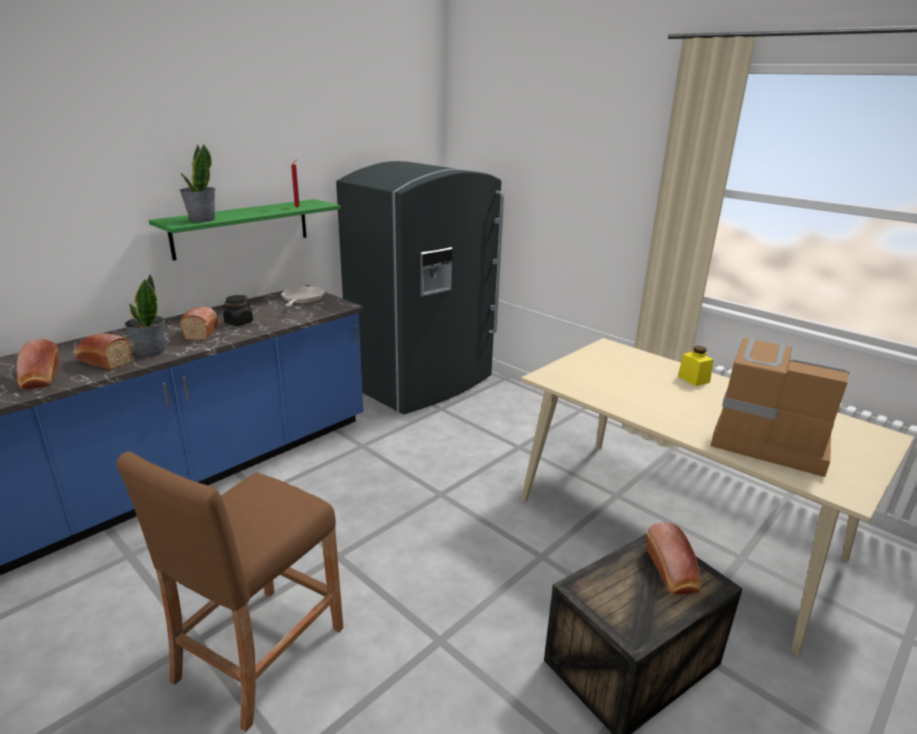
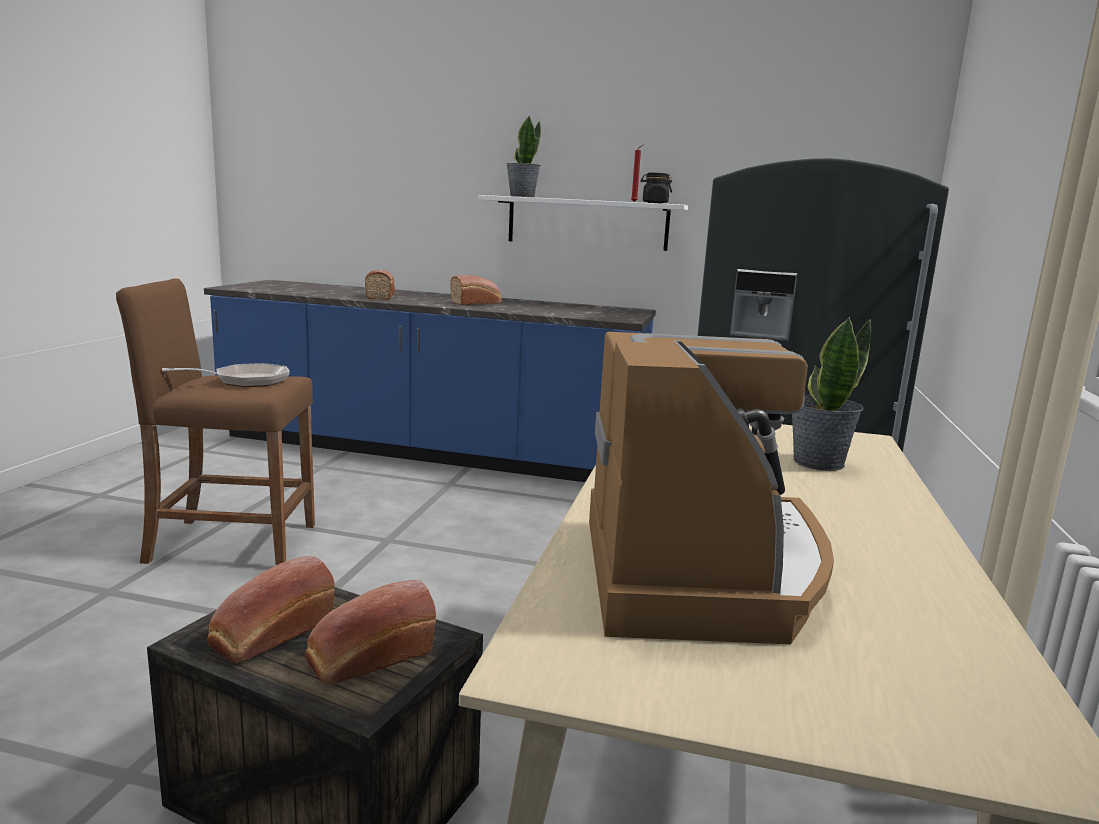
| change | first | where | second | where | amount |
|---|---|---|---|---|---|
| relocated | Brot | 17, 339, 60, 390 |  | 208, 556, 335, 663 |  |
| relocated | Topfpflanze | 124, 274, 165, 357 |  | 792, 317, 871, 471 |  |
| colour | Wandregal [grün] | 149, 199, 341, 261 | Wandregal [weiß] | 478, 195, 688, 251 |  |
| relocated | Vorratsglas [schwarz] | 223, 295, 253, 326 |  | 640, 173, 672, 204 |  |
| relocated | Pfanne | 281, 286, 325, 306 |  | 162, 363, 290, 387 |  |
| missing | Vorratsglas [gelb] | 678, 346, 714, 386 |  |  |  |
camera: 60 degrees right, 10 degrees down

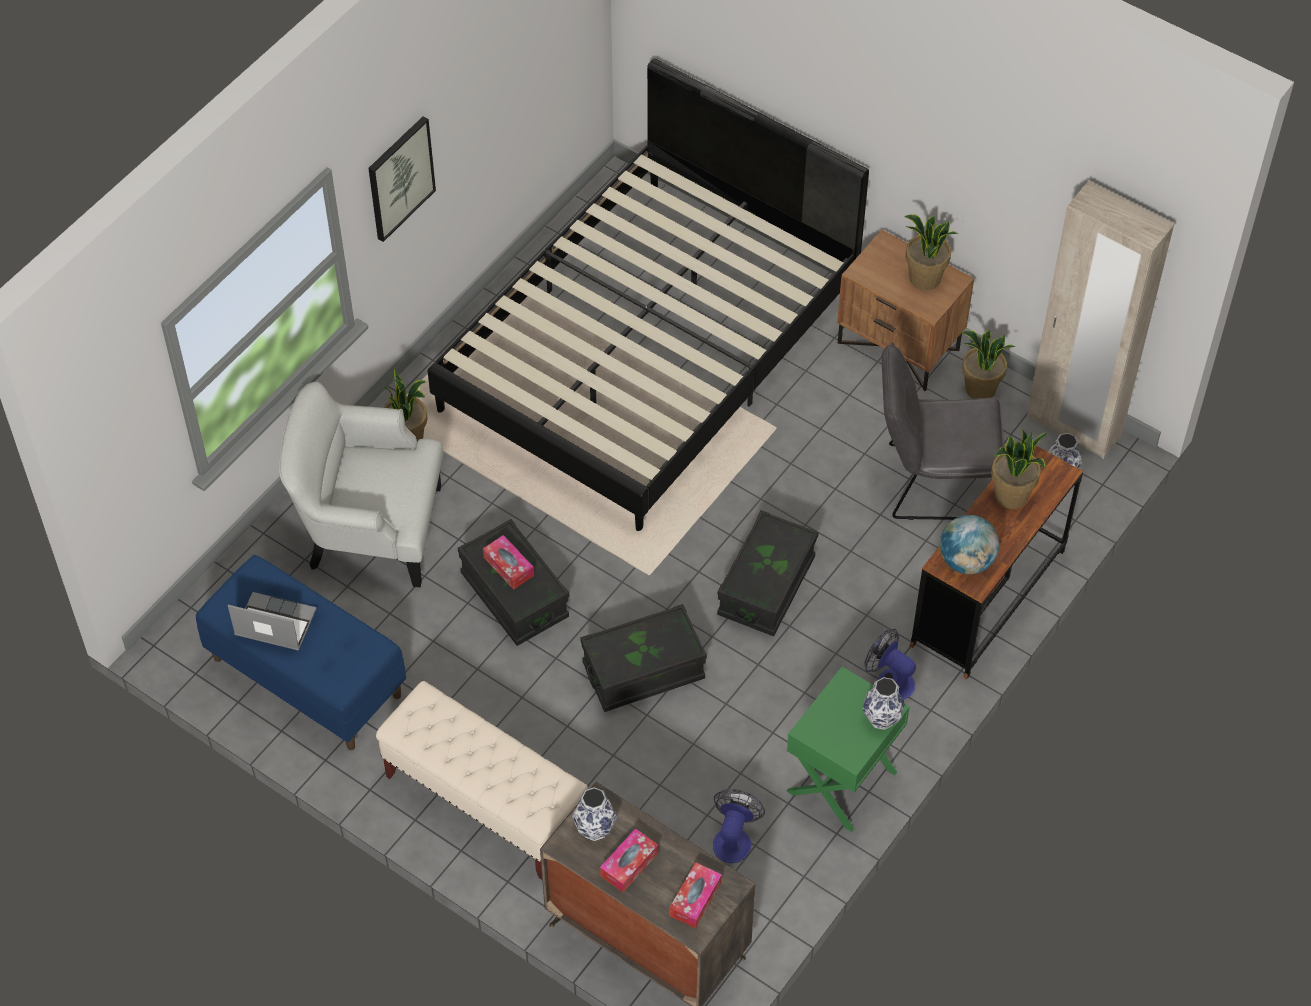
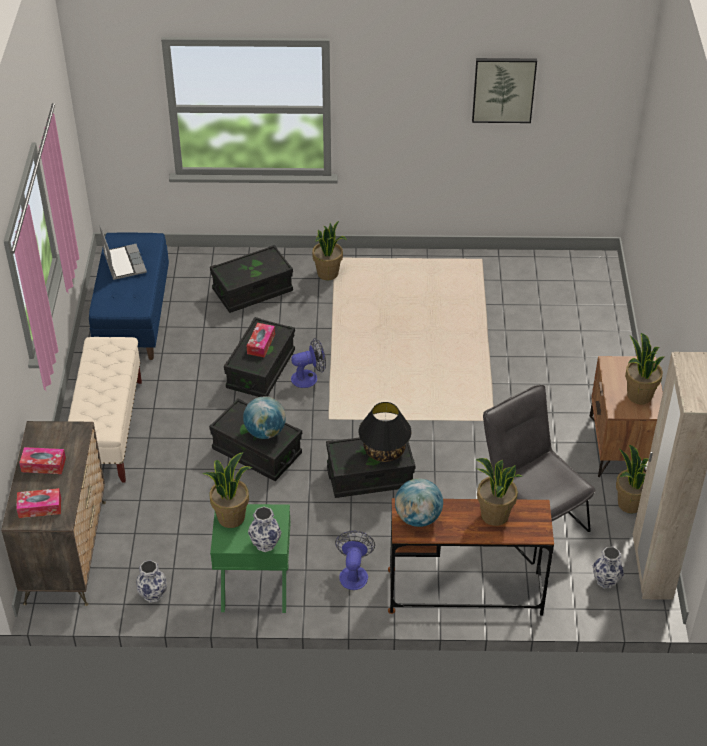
| change | first | where | second | where | amount |
|---|---|---|---|---|---|
| exchanged | Sessel [weiß] | 279, 382, 444, 587 | Aufbewahrungsbox [schwarz] | 210, 245, 293, 313 |  |
| relocated | Bild | 368, 116, 436, 242 |  | 472, 58, 537, 123 |  |
| missing | Bett [schwarz] | 428, 58, 869, 531 |  |  |  |
| relocated | Vase | 572, 787, 617, 841 |  | 136, 560, 167, 603 |  |
| relocated | Ventilator | 713, 789, 765, 863 |  | 291, 338, 326, 388 |  |
| appeared |  |  | Topfpflanze | 202, 452, 253, 528 |  |
| appeared |  |  | Globus | 243, 396, 286, 439 |  |
| appeared |  |  | Tischlampe [schwarz] | 359, 402, 412, 462 |  |
camera: 55 degrees right, 10 degrees down

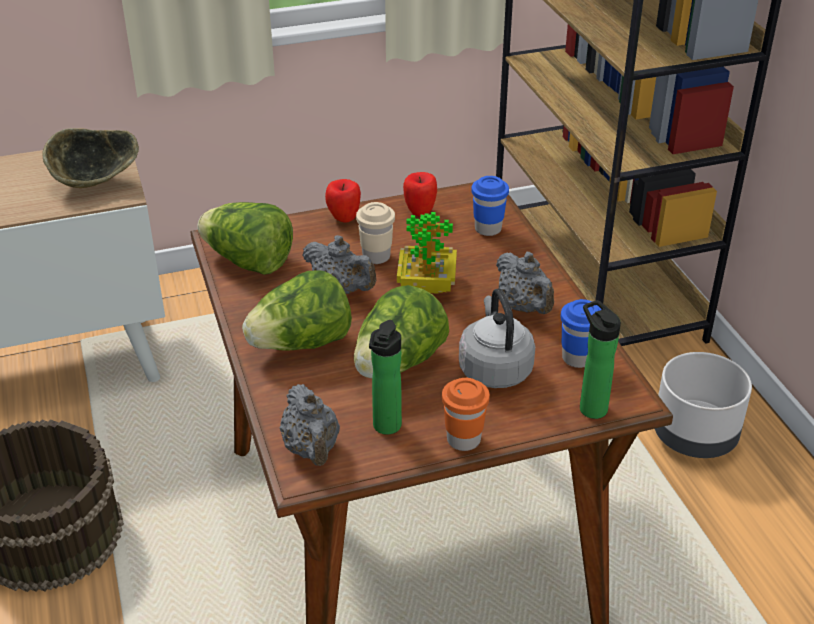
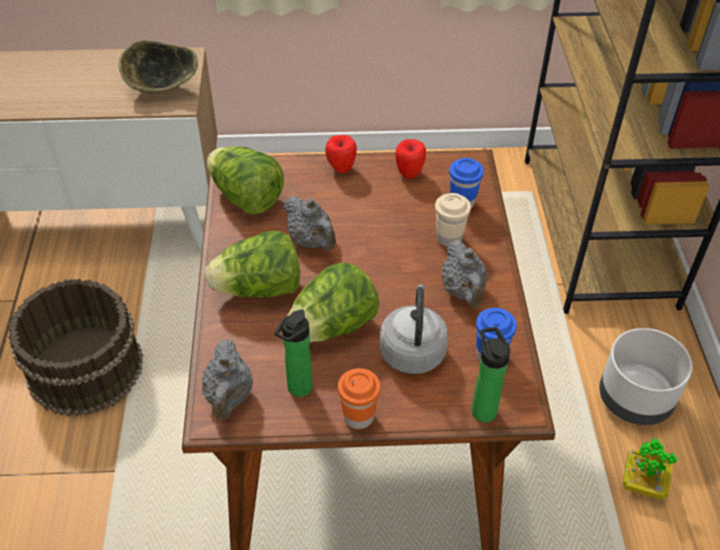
| change | first | where | second | where | amount |
|---|---|---|---|---|---|
| relocated | Tasse [beige] | 356, 202, 395, 264 |  | 435, 193, 471, 247 |  |
| relocated | Topfpflanze | 397, 212, 457, 294 |  | 622, 438, 677, 500 |  |
camera: 15 degrees right, 10 degrees up

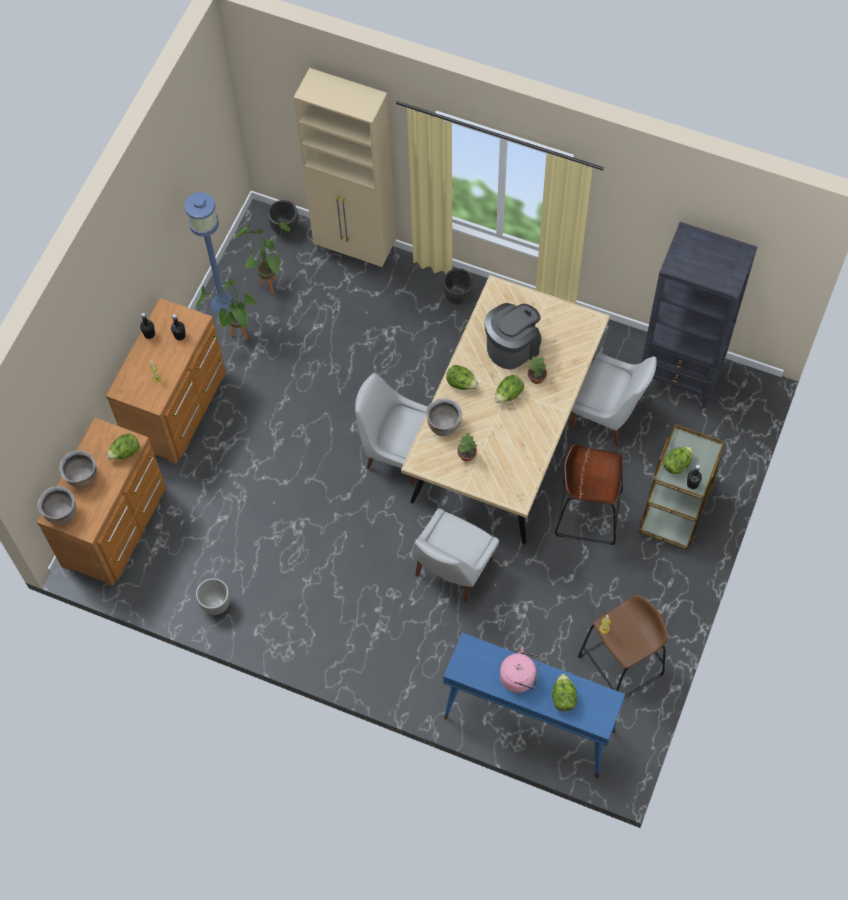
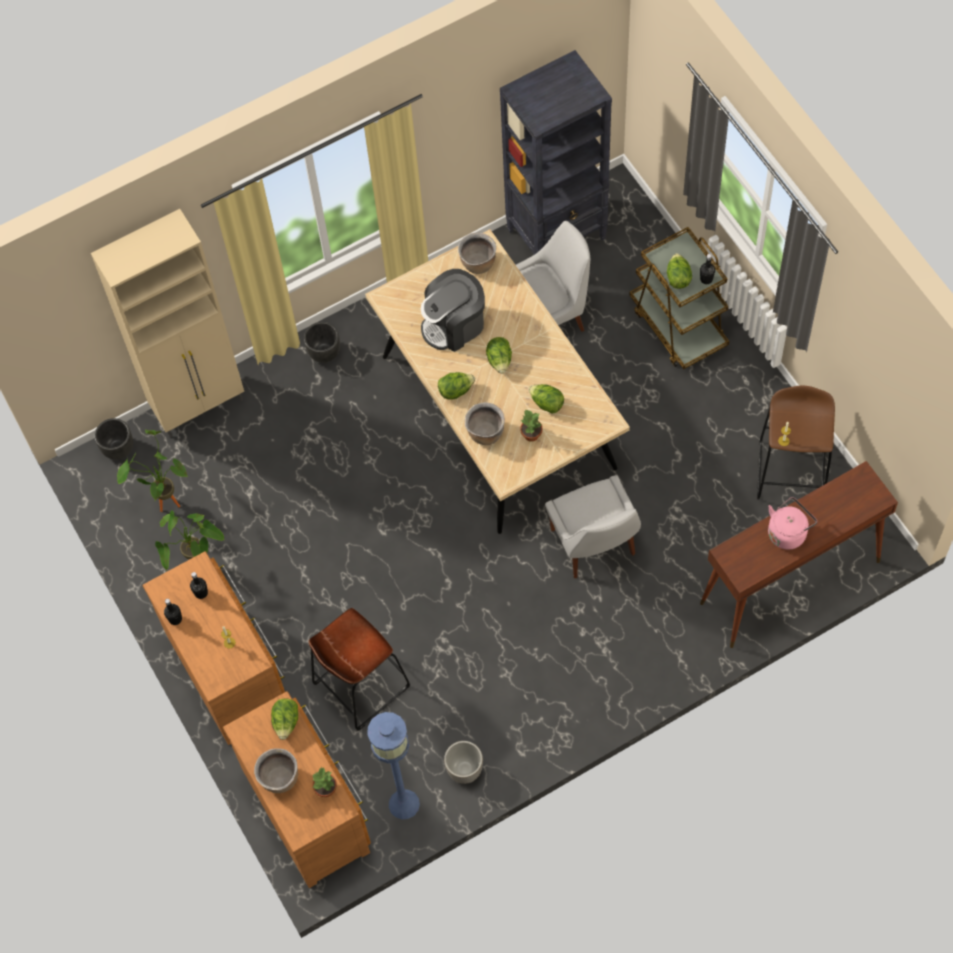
| change | first | where | second | where | amount |
|---|---|---|---|---|---|
| relocated | Kochtopf [braun] | 38, 486, 76, 525 |  | 458, 233, 496, 274 |  |
| relocated | Stehlampe [blau] | 184, 192, 235, 314 |  | 367, 712, 420, 819 |  |
| missing | Stuhl [weiß] | 355, 373, 428, 485 |  |  |  |
| colour | Konsolentisch [blau] | 443, 633, 625, 778 | Konsolentisch [braun] | 700, 461, 898, 648 |  |
| spun | Kaffeemaschine | 484, 303, 542, 370 |  | 421, 269, 485, 352 | 120 degrees counterclockwise |
| relocated | Topfpflanze | 528, 356, 547, 384 |  | 312, 767, 337, 797 |  |
| relocated | Salatkopf | 552, 674, 577, 711 |  | 528, 384, 564, 413 |  |
| relocated | Hocker [braun] | 555, 444, 623, 545 |  | 309, 608, 410, 731 |  |
camera: 50 degrees left, 0 degrees up

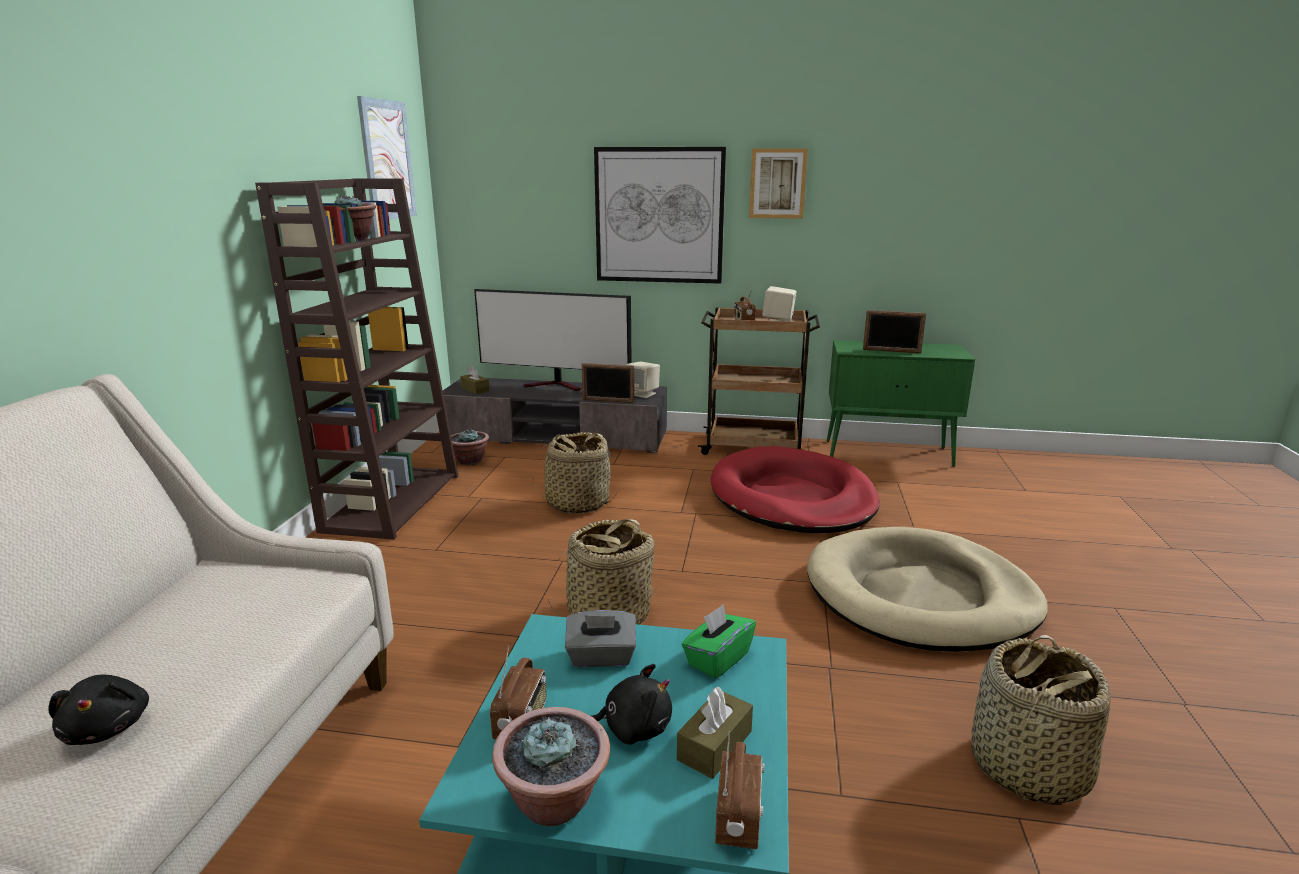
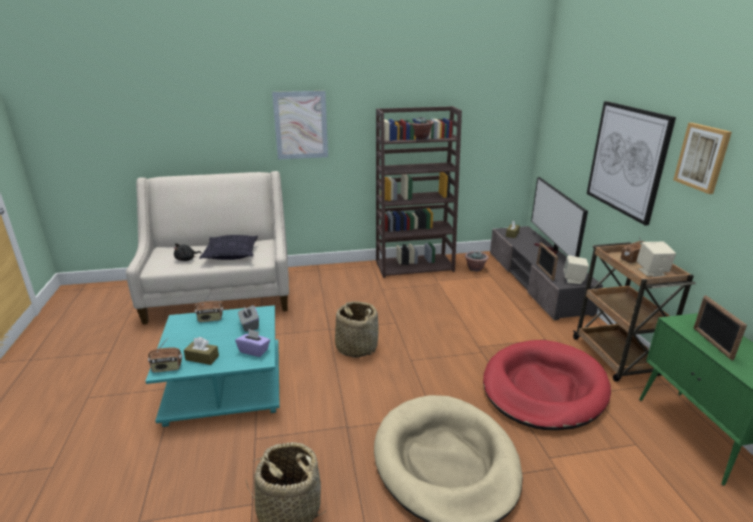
| change | first | where | second | where | amount |
|---|---|---|---|---|---|
| relocated | Bild | 357, 96, 417, 220 |  | 272, 91, 328, 160 |  |
| missing | Topfpflanze | 492, 707, 610, 826 |  |  |  |
| missing | Korb | 532, 432, 618, 514 |  |  |  |
| missing | Plüschtier [schwarz] | 592, 664, 672, 745 |  |  |  |
| colour | Taschentuchbox [grün] | 682, 604, 756, 679 | Taschentuchbox [lila] | 235, 329, 270, 357 |  |
| appeared |  |  | Kissen | 199, 235, 258, 260 |  |
camera: 70 degrees right, 5 degrees up

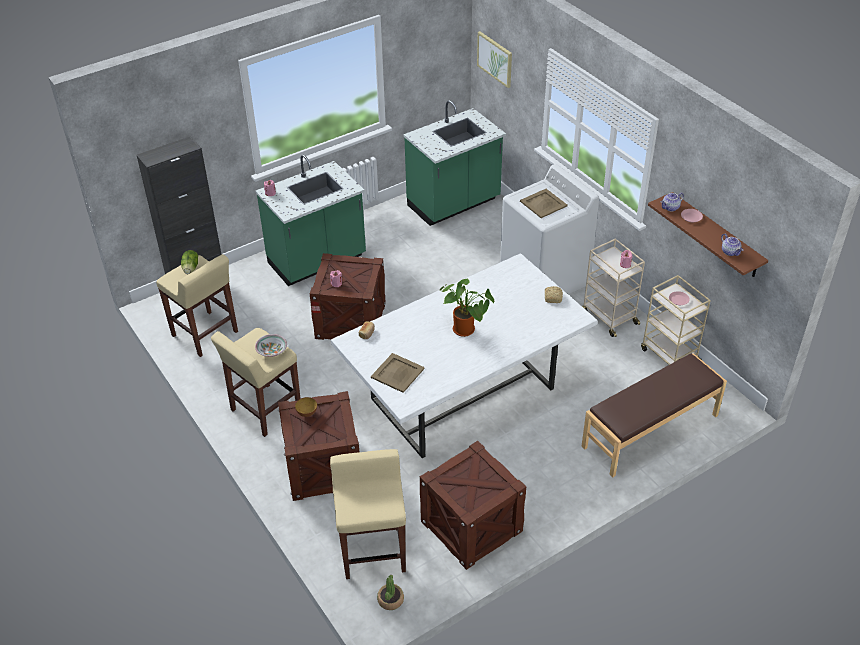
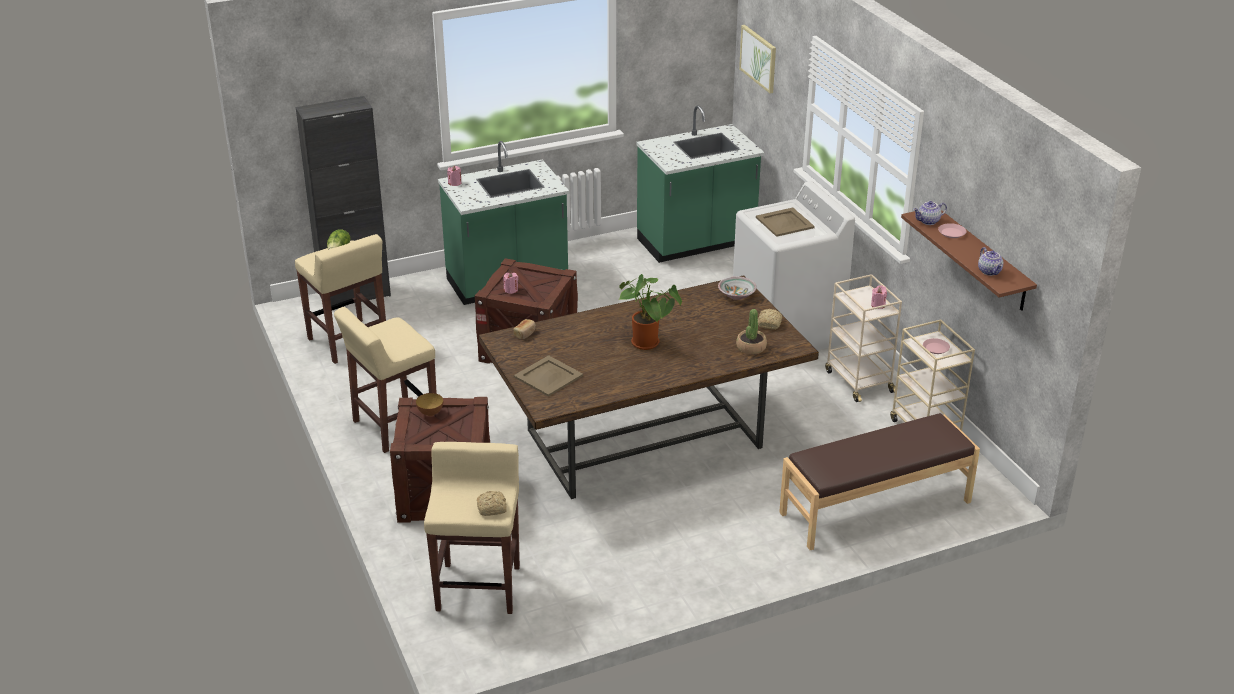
| change | first | where | second | where | amount |
|---|---|---|---|---|---|
| relocated | Schüssel | 255, 334, 287, 357 |  | 718, 276, 757, 300 |  |
| colour | Esstisch [weiß] | 331, 253, 597, 458 | Esstisch [braun] | 479, 275, 819, 499 |  |
| relocated | Topfpflanze | 377, 575, 404, 610 |  | 736, 309, 767, 355 |  |
| missing | Kiste | 420, 441, 526, 570 |  |  |  |
| appeared |  |  | Brot | 477, 491, 507, 516 |  |
camera: 10 degrees right, 10 degrees down

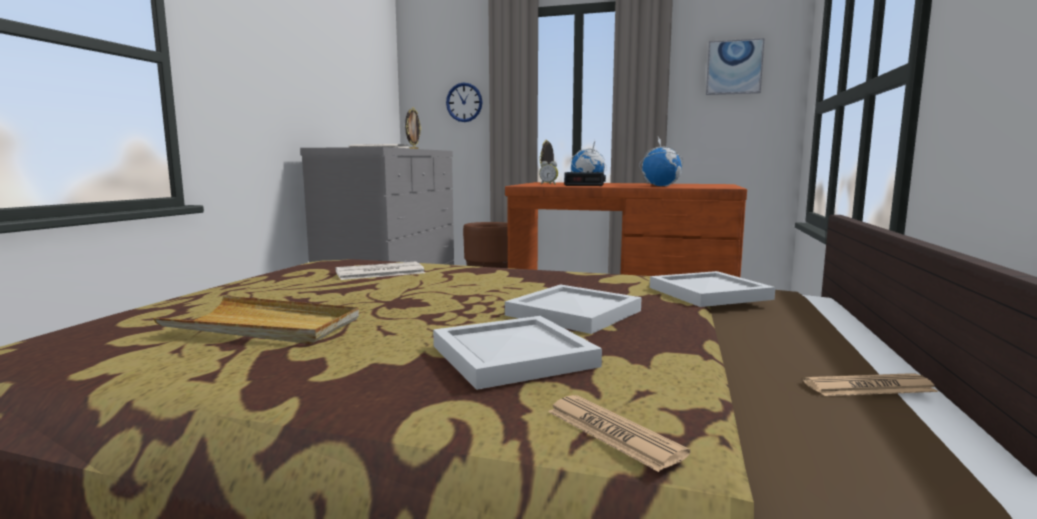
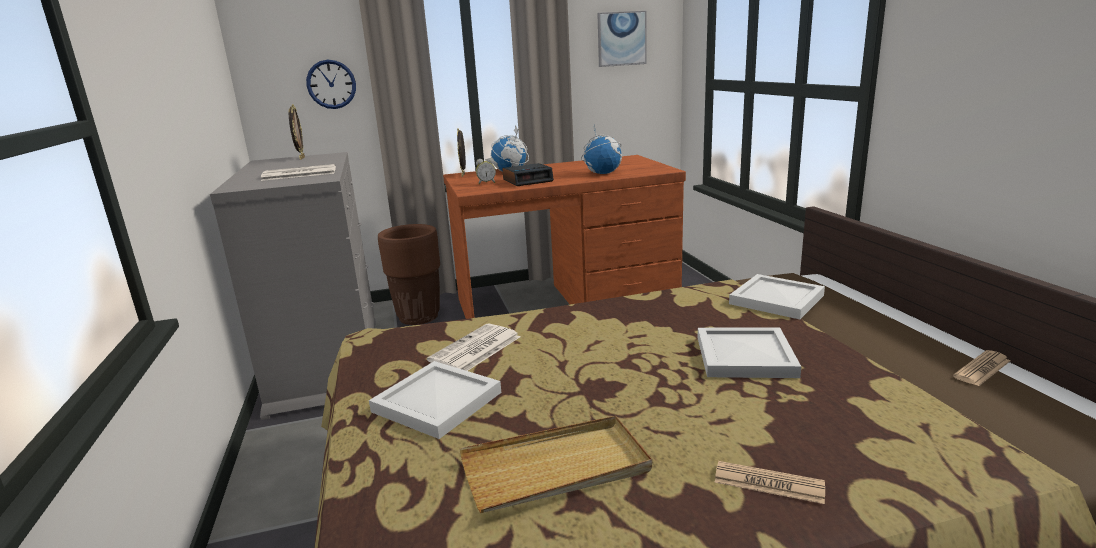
| change | first | where | second | where | amount |
|---|---|---|---|---|---|
| relocated | Tablett [weiß] | 433, 316, 602, 390 |  | 369, 361, 501, 439 |  |
| relocated | Zeitung | 548, 395, 690, 472 |  | 715, 461, 825, 504 |  |
camera: 30 degrees left, 10 degrees up

